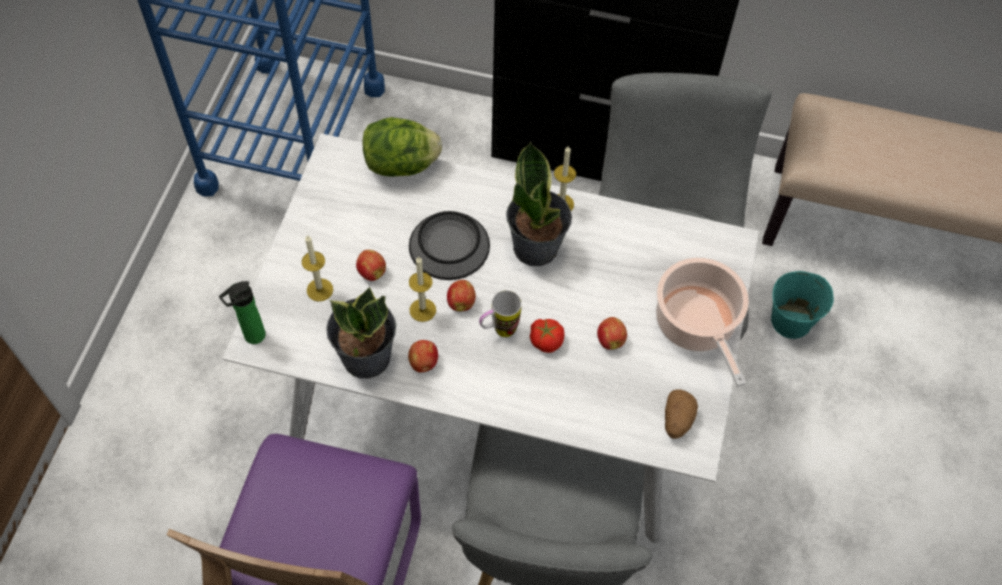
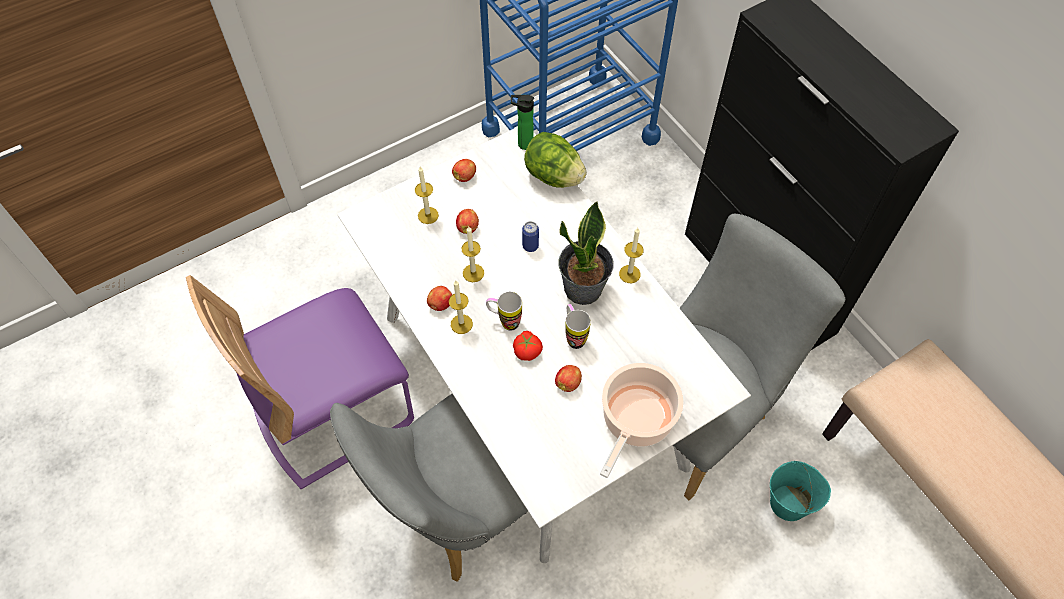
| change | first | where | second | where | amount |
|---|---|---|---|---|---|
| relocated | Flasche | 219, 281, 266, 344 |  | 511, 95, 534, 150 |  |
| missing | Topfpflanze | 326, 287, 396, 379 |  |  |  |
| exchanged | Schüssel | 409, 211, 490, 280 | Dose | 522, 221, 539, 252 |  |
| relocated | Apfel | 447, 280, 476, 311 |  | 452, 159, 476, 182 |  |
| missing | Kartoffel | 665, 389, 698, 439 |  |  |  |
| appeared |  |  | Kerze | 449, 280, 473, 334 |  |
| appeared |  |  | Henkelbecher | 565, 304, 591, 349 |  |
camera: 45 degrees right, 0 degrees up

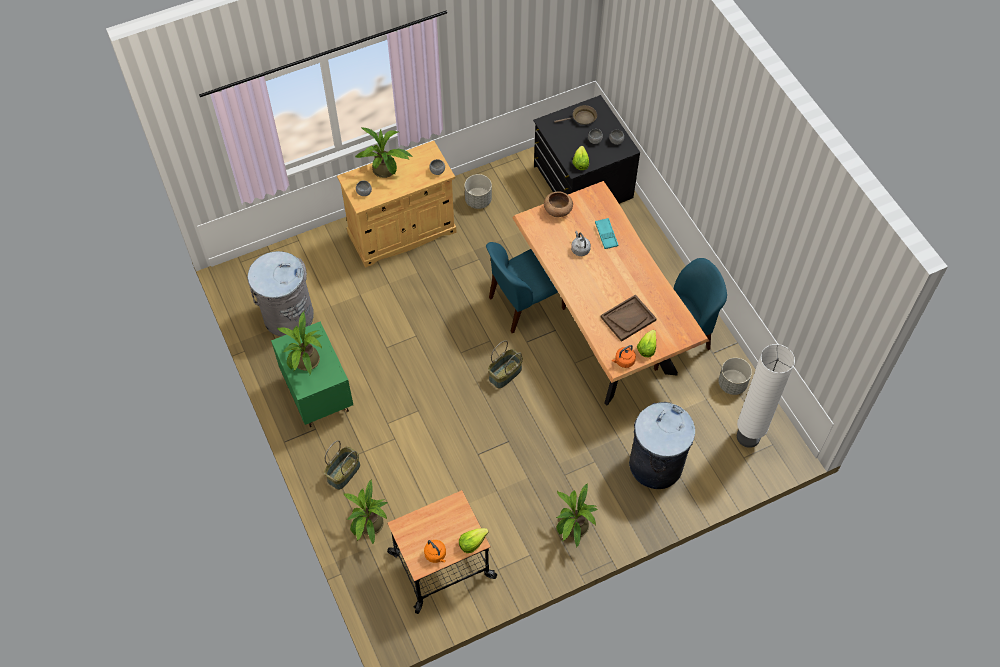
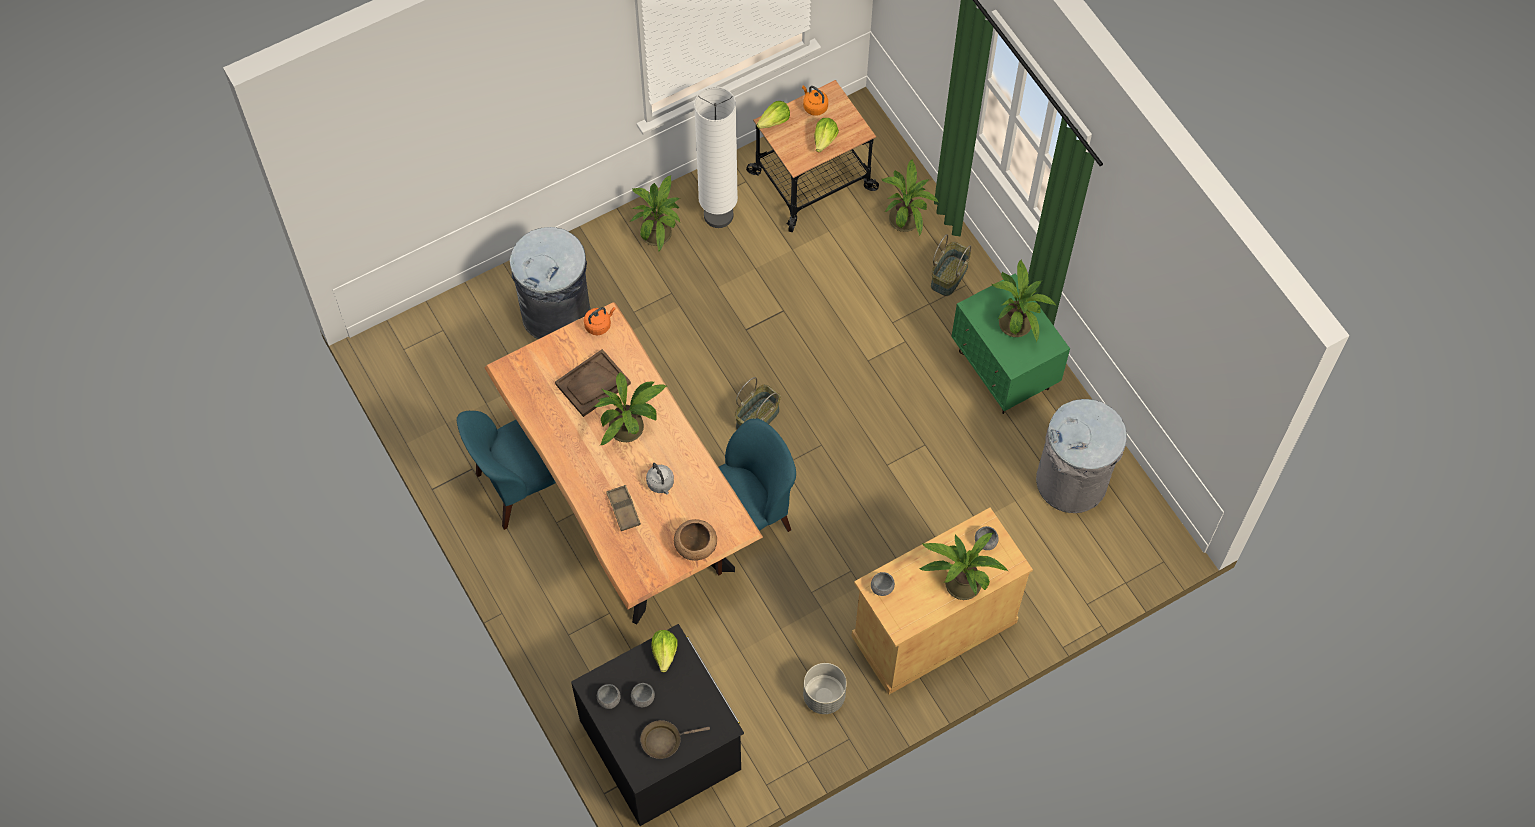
| change | first | where | second | where | amount |
|---|---|---|---|---|---|
| colour | Tablett [türkis] | 595, 218, 618, 249 | Tablett [braun] | 606, 485, 641, 531 |  |
| relocated | Salatkopf | 637, 330, 656, 357 |  | 814, 118, 839, 152 |  |
| missing | Pflanzkübel [grau] | 718, 358, 752, 395 |  |  |  |
| relocated | Stehlampe [weiß] | 737, 344, 795, 448 |  | 694, 86, 738, 228 |  |
| appeared |  |  | Topfpflanze | 593, 372, 667, 445 |  |
camera: 175 degrees right, 5 degrees up

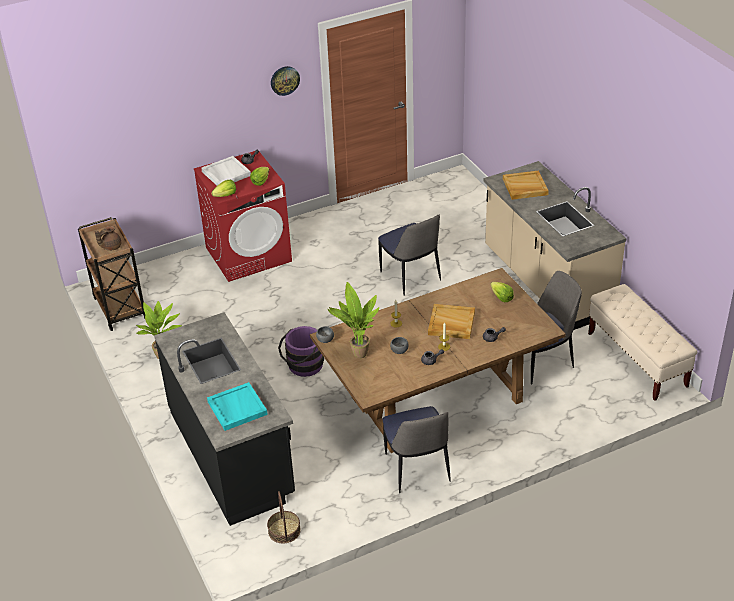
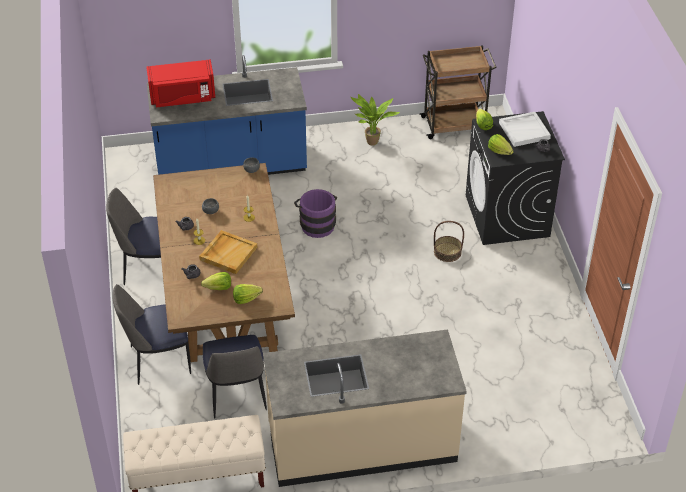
| change | first | where | second | where | amount |
|---|---|---|---|---|---|
| missing | Teekanne [braun] | 95, 226, 121, 251 |  |  |  |
| colour | Küchenzeile [schwarz] | 154, 312, 295, 526 | Küchenzeile [blau] | 147, 55, 307, 175 |  |
| colour | Waschmaschine [rot] | 194, 151, 292, 282 | Waschmaschine [schwarz] | 466, 111, 565, 245 |  |
| exchanged | Tablett [türkis] | 207, 382, 268, 431 | Mikrowelle [rot] | 146, 60, 215, 107 |  |
| relocated | Korb | 267, 491, 301, 543 |  | 434, 221, 464, 262 |  |
| missing | Wanduhr | 271, 66, 300, 96 |  |  |  |
| missing | Topfpflanze | 327, 282, 379, 358 |  |  |  |
| relocated | Stuhl | 378, 214, 441, 296 |  | 112, 284, 191, 385 |  |
| missing | Tablett [beige] | 503, 171, 549, 200 |  |  |  |
| appeared |  |  | Salatkopf | 201, 272, 231, 290 |  |
camera: 105 degrees right, 5 degrees up

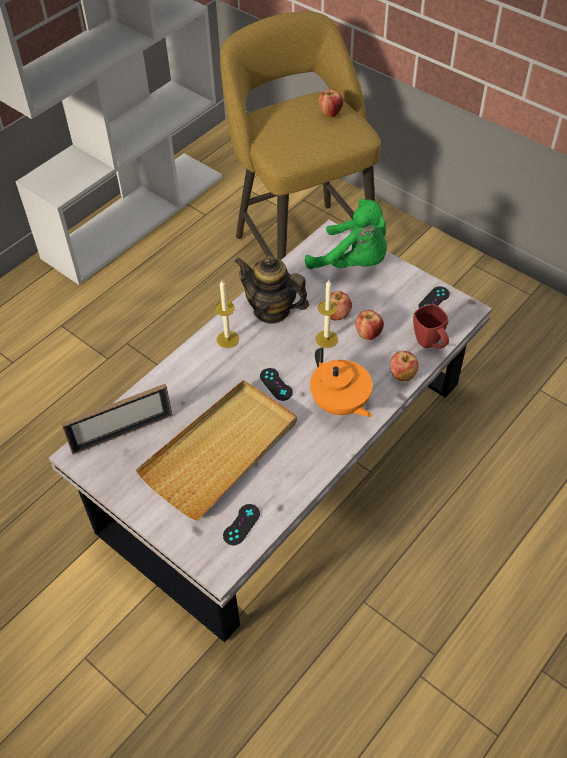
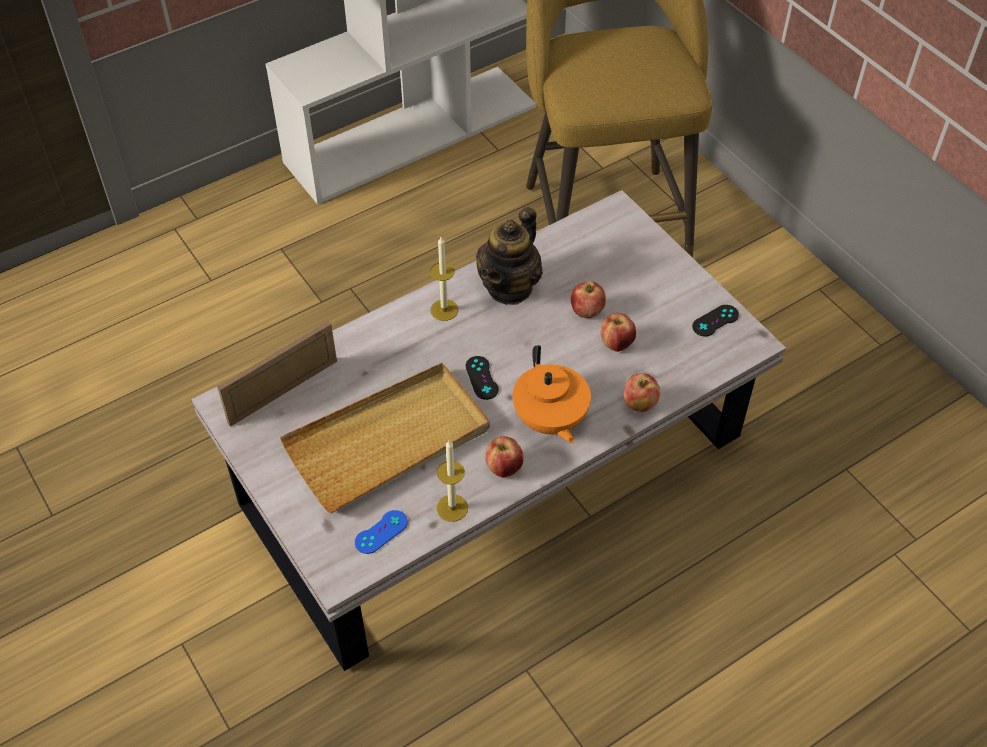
| change | first | where | second | where | amount |
|---|---|---|---|---|---|
| spun | Bilderrahmen | 61, 384, 172, 455 |  | 217, 321, 337, 427 | 150 degrees clockwise |
| colour | Gamepad [schwarz] | 223, 504, 260, 546 | Gamepad [blau] | 355, 510, 408, 554 |  |
| spun | Teekanne | 234, 255, 309, 324 |  | 476, 207, 543, 305 | 105 degrees counterclockwise |
| missing | Plüschtier [grün] | 305, 199, 387, 269 |  |  |  |
| relocated | Kerze | 315, 280, 338, 348 |  | 437, 440, 468, 522 |  |
| relocated | Apfel | 318, 89, 343, 118 |  | 485, 436, 524, 478 |  |
| missing | Henkelbecher [rot] | 413, 304, 449, 349 |  |  |  |
camera: 15 degrees right, 0 degrees up

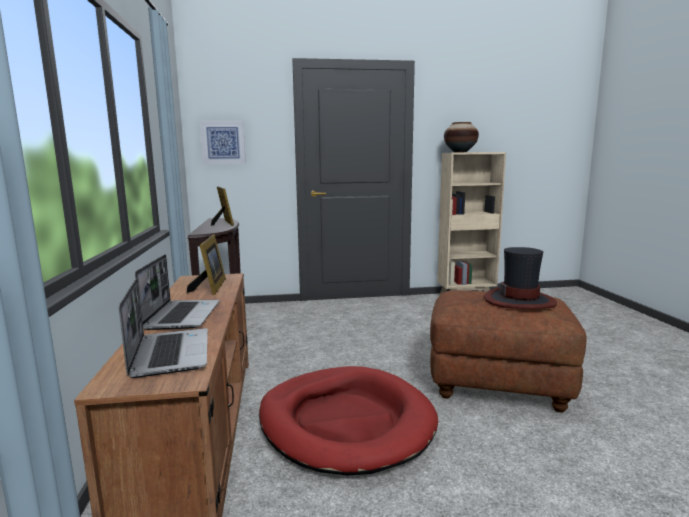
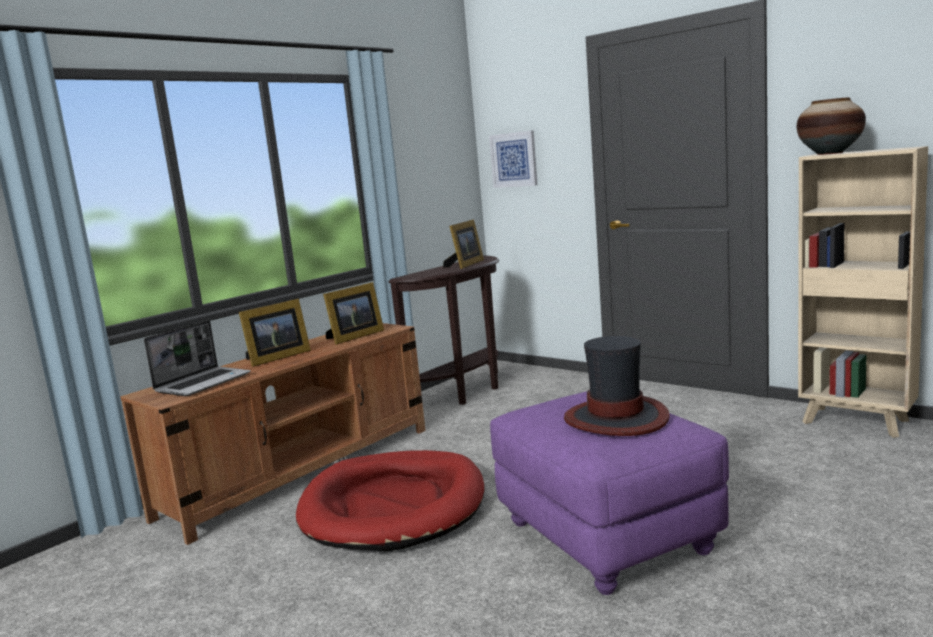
| change | first | where | second | where | amount |
|---|---|---|---|---|---|
| exchanged | Laptop | 135, 254, 220, 330 | Bilderrahmen | 239, 299, 311, 367 |  |
| colour | Polsterhocker [braun] | 430, 290, 587, 413 | Polsterhocker [lila] | 490, 391, 729, 595 |  |
camera: 50 degrees right, 0 degrees up

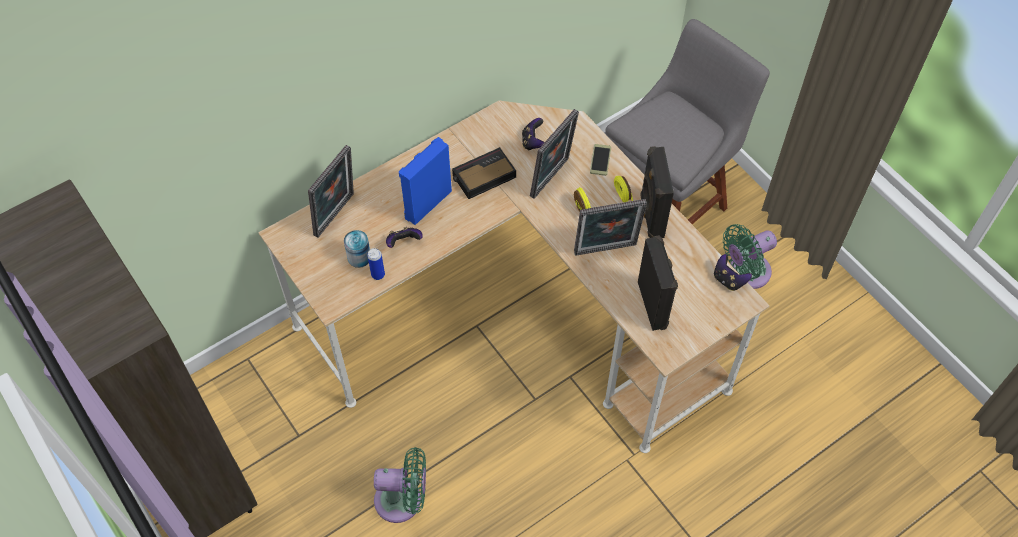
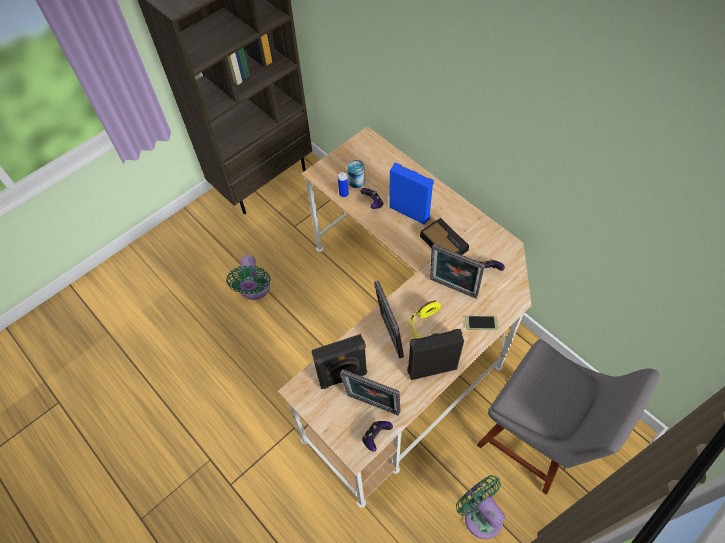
| change | first | where | second | where | amount |
|---|---|---|---|---|---|
| relocated | Bilderrahmen | 308, 145, 354, 238 |  | 340, 369, 401, 416 |  |
camera: 85 degrees right, 0 degrees up

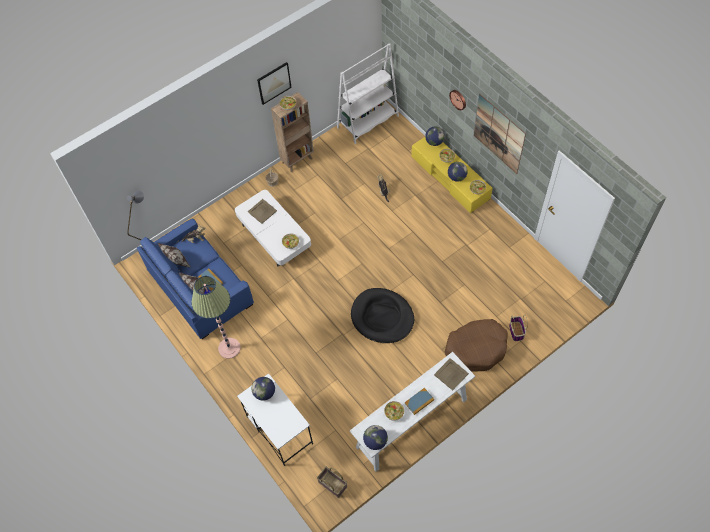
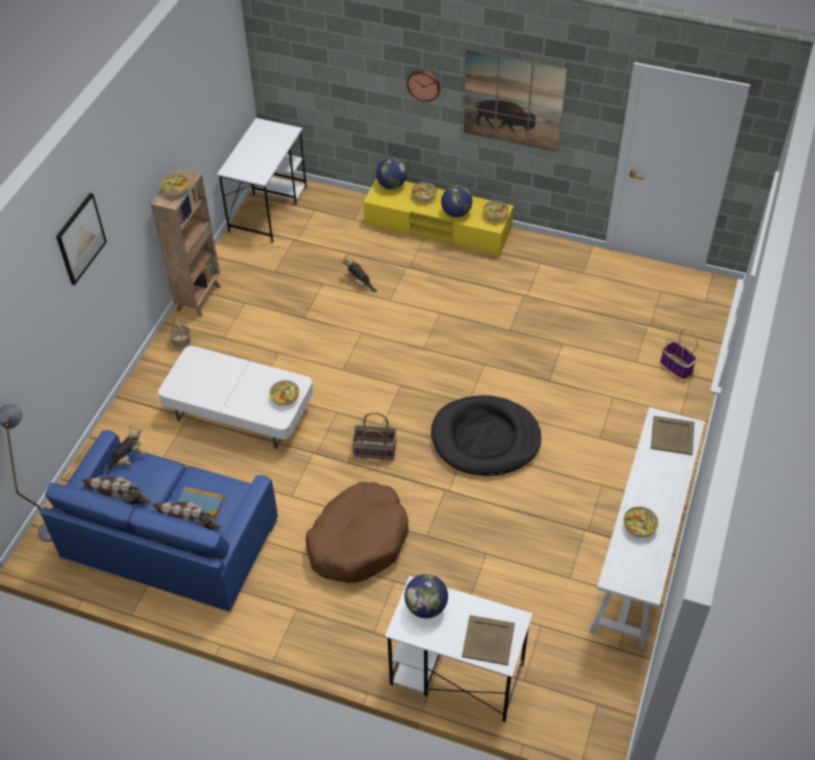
| change | first | where | second | where | amount |
|---|---|---|---|---|---|
| missing | Stehlampe | 191, 276, 241, 359 |  |  |  |
| relocated | Tablett [beige] | 248, 199, 277, 224 |  | 462, 615, 515, 665 |  |
| relocated | Bild | 257, 62, 292, 105 |  | 56, 193, 107, 285 |  |
| relocated | Korb | 317, 467, 347, 498 |  | 352, 412, 397, 460 |  |
| exchanged | Bücherregal [weiß] | 337, 43, 399, 144 | Schreibtisch [weiß] | 217, 118, 307, 243 |  |
| missing | Globus | 363, 425, 388, 450 |  |  |  |
| missing | Buch | 405, 388, 434, 415 |  |  |  |
| relocated | Hundebett [braun] | 445, 319, 508, 372 |  | 306, 482, 409, 583 |  |
camera: 35 degrees left, 10 degrees down

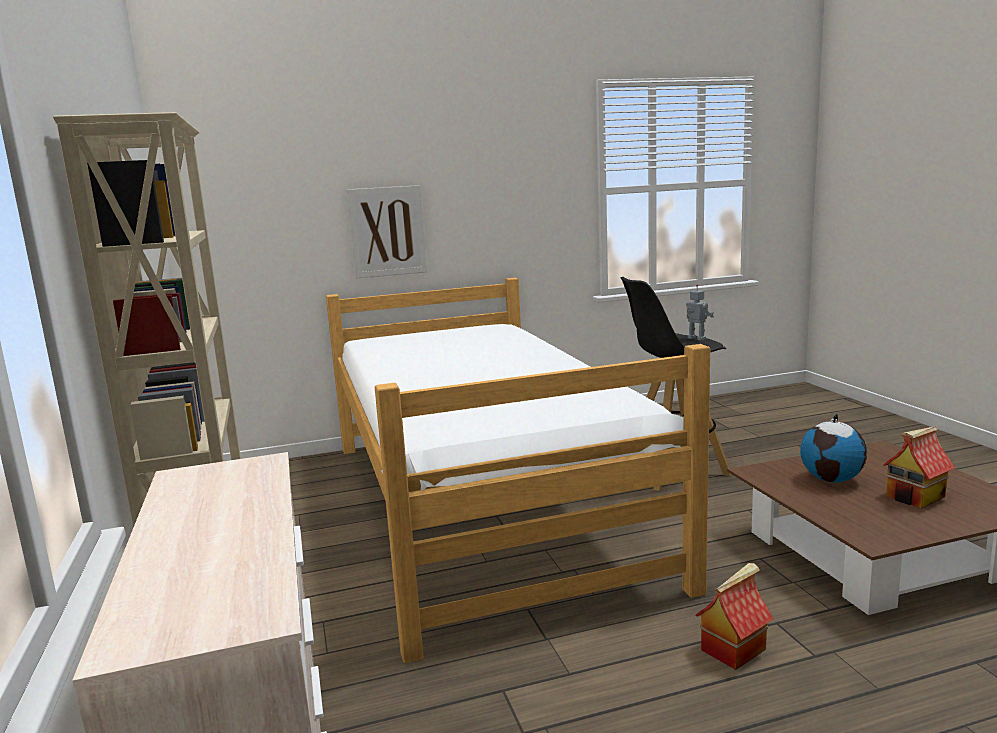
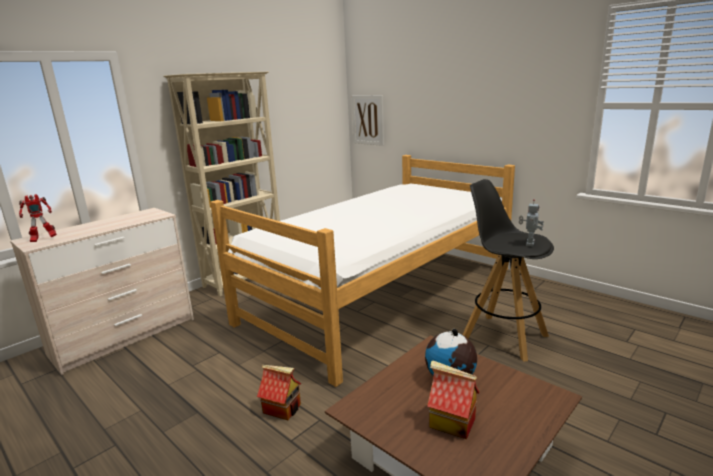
| change | first | where | second | where | amount |
|---|---|---|---|---|---|
| relocated | Bild | 347, 185, 427, 279 |  | 352, 95, 384, 146 |  |
| appeared |  |  | Spielzeugroboter | 19, 194, 57, 242 |  |
camera: 60 degrees right, 5 degrees up

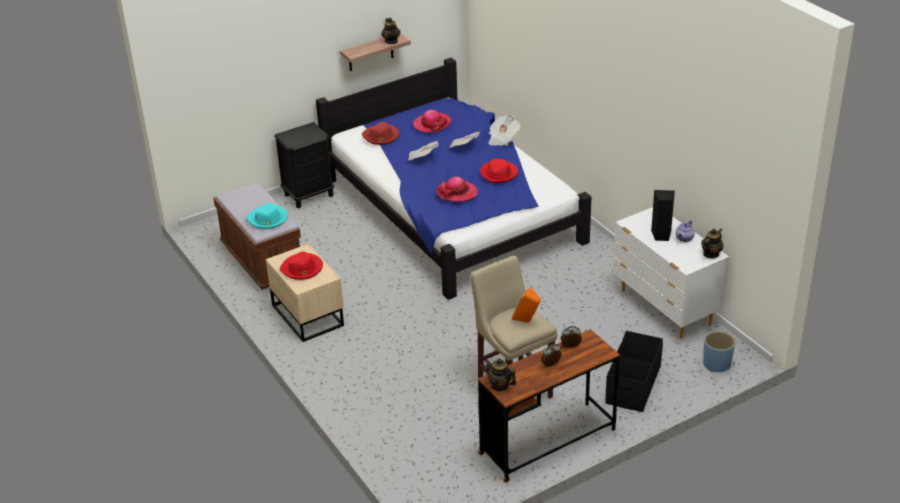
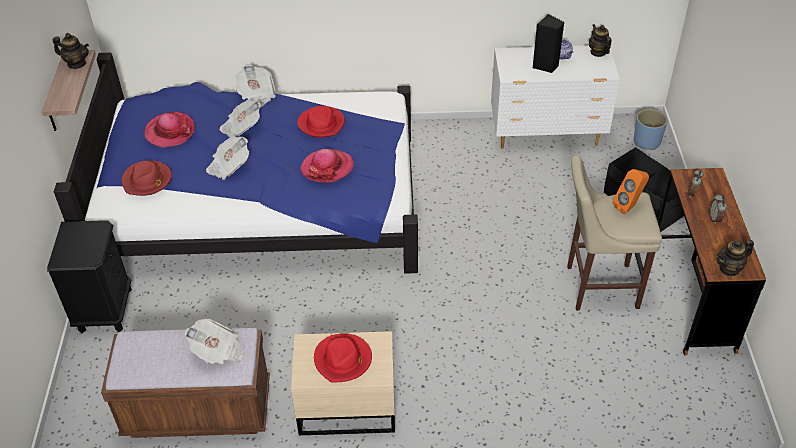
| change | first | where | second | where | amount |
|---|---|---|---|---|---|
| exchanged | Hut [türkis] | 246, 203, 288, 229 | Zeitung | 185, 319, 242, 364 |  |
camera: 60 degrees left, 10 degrees up

